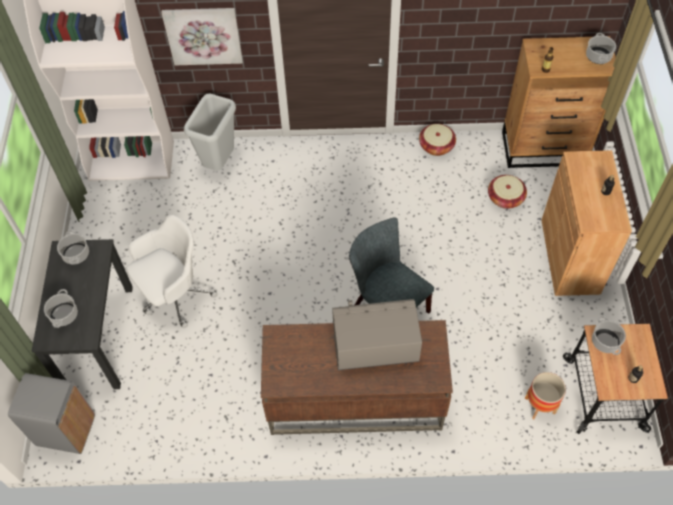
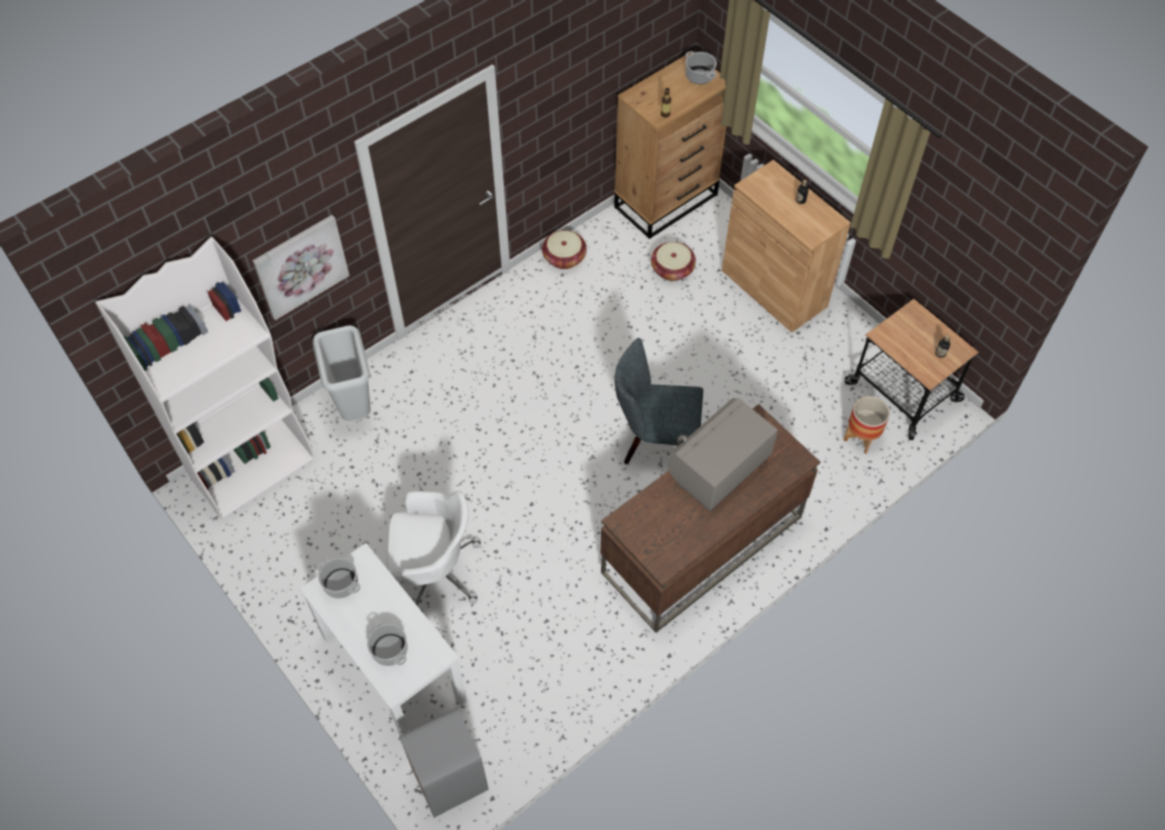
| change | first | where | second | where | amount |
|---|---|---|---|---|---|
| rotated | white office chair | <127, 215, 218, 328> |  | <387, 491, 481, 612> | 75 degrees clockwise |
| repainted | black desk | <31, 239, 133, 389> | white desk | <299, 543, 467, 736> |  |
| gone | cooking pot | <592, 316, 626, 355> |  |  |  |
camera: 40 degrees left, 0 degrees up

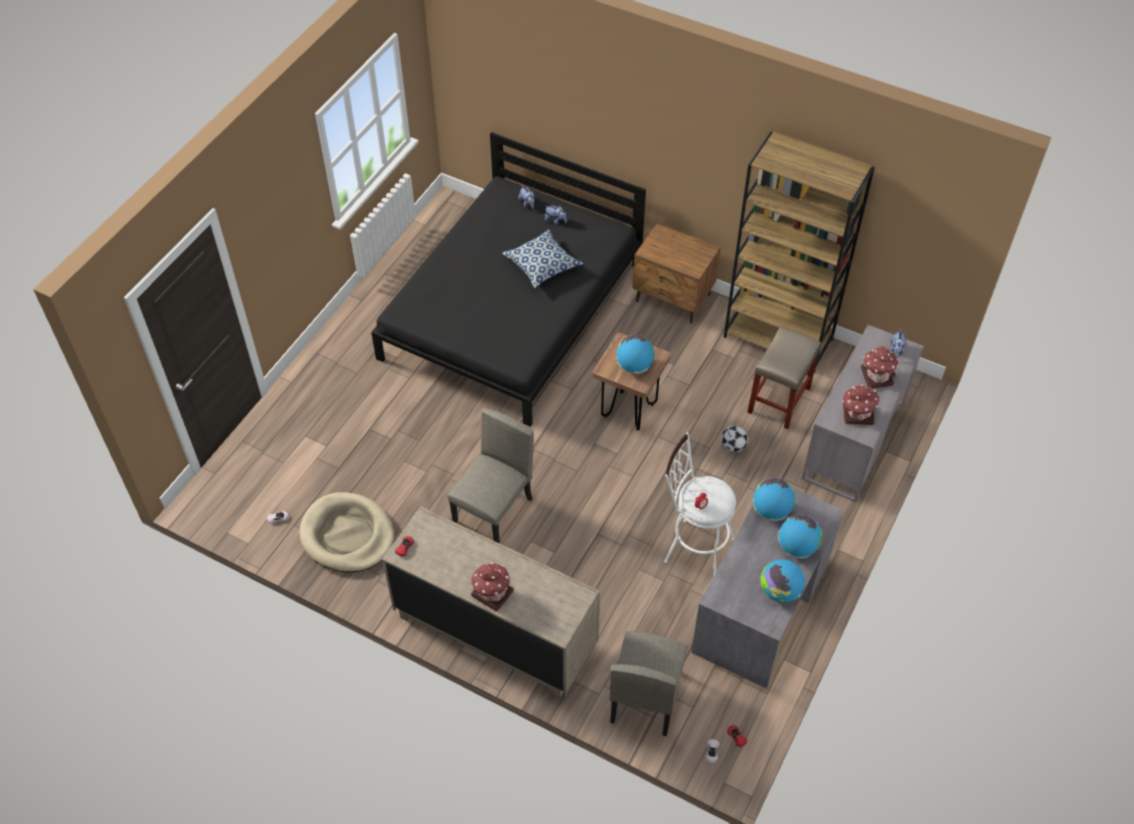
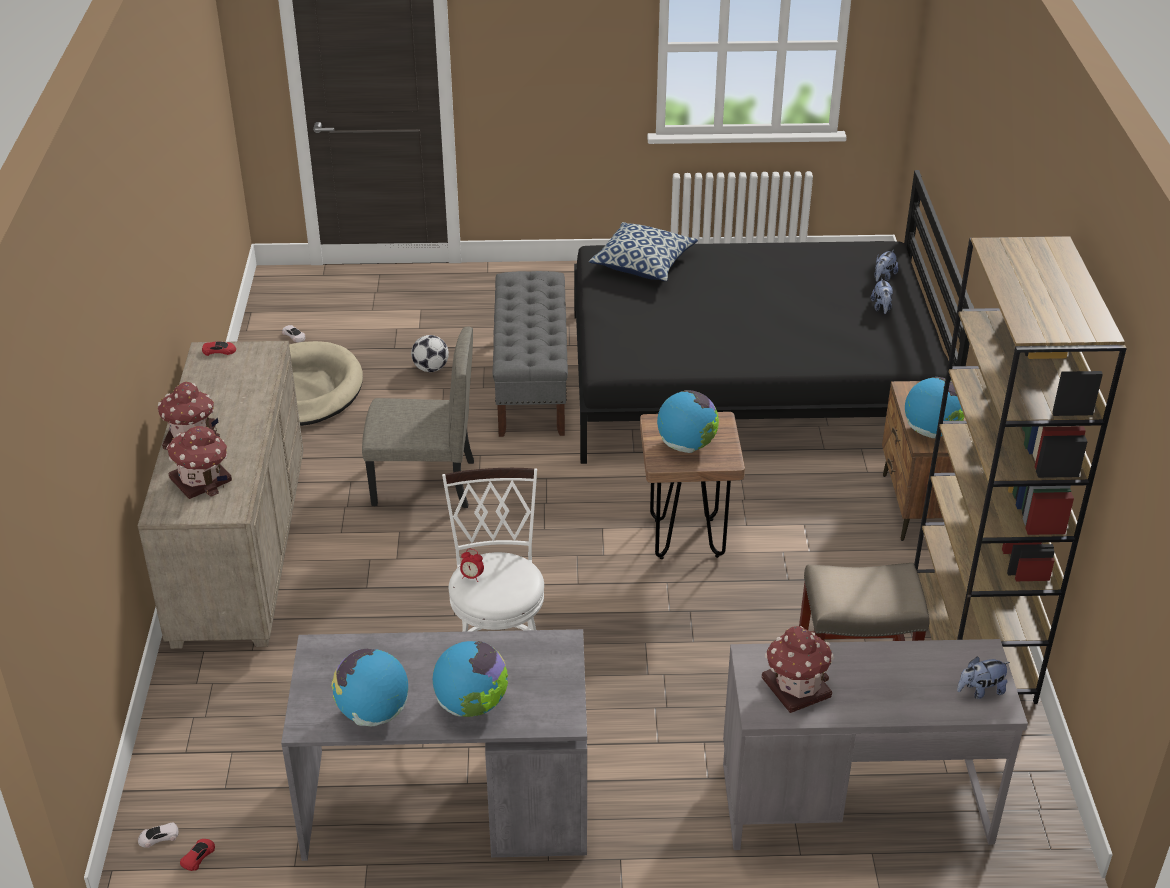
| change | first | where | second | where | amount |
|---|---|---|---|---|---|
| shifted | pillow | <502, 229, 583, 288> |  | <589, 222, 698, 281> |  |
| shifted | toy house | <861, 346, 899, 388> |  | <166, 426, 232, 499> |  |
| shifted | football | <721, 425, 748, 453> |  | <411, 335, 449, 372> |  |
| shifted | globe | <753, 478, 796, 521> |  | <905, 377, 965, 438> |  |
| gone | beige chair | <610, 631, 688, 736> |  |  |  |
| new |  |  | grey bench | <493, 271, 568, 437> |  |
camera: 60 degrees right, 15 degrees down

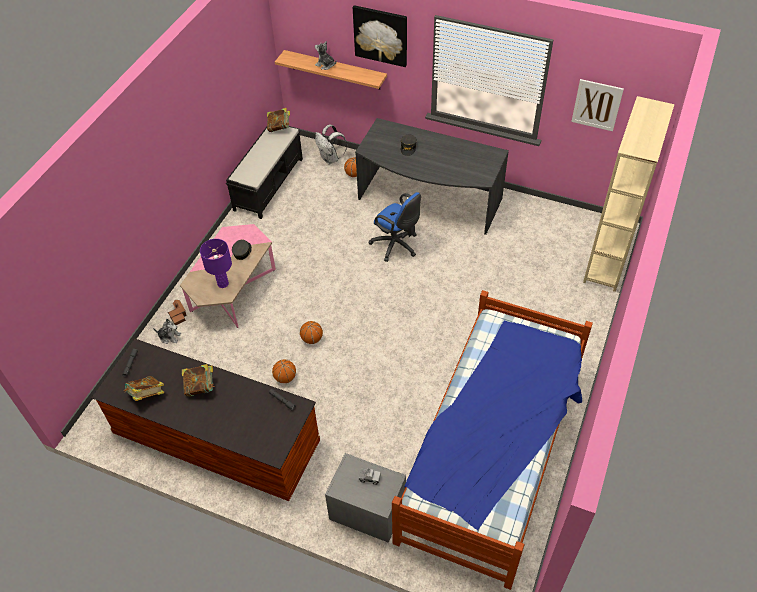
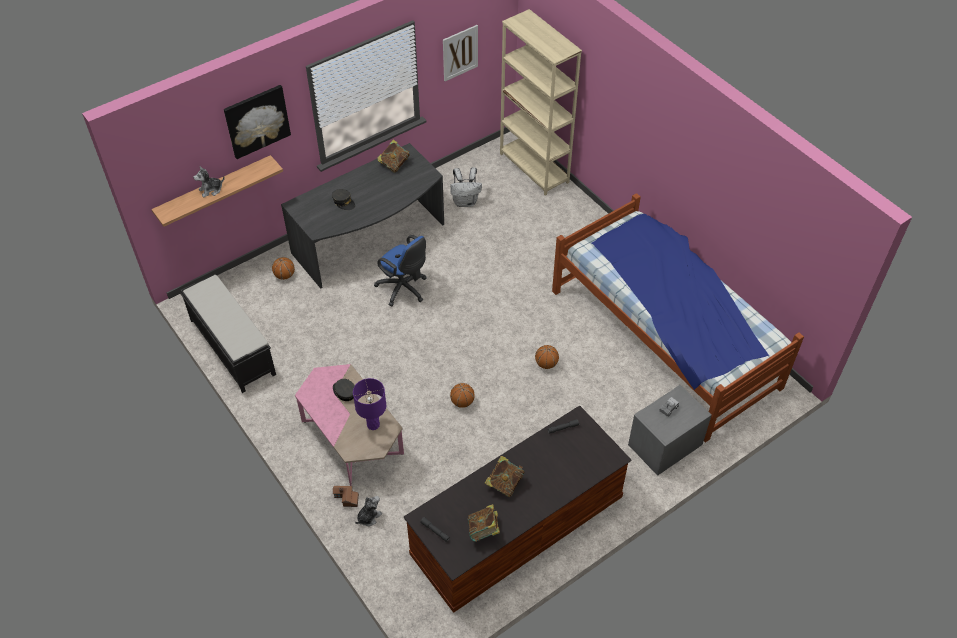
| change | first | where | second | where | amount |
|---|---|---|---|---|---|
| shifted | book | <267, 108, 290, 132> |  | <377, 139, 410, 173> |  |
| shifted | white backpack | <315, 124, 347, 165> |  | <450, 167, 482, 207> |  |
| rotated | blue office chair | <369, 192, 421, 262> |  | <374, 235, 427, 306> | 60 degrees clockwise |
| shifted | basketball | <272, 360, 296, 383> |  | <535, 345, 559, 369> |  |
camera: 60 degrees left, 0 degrees up

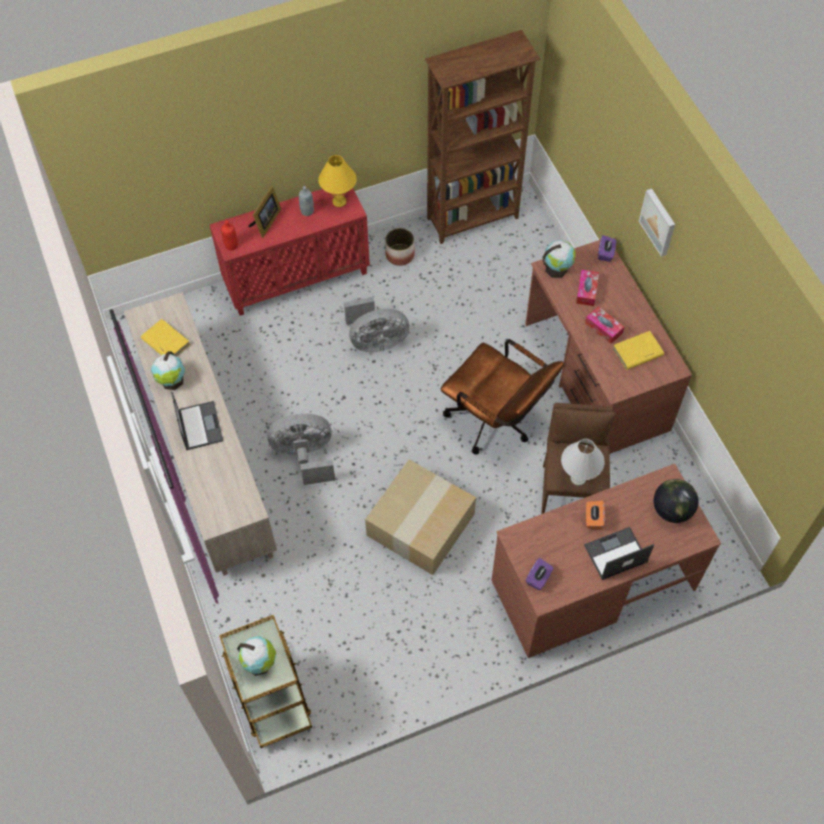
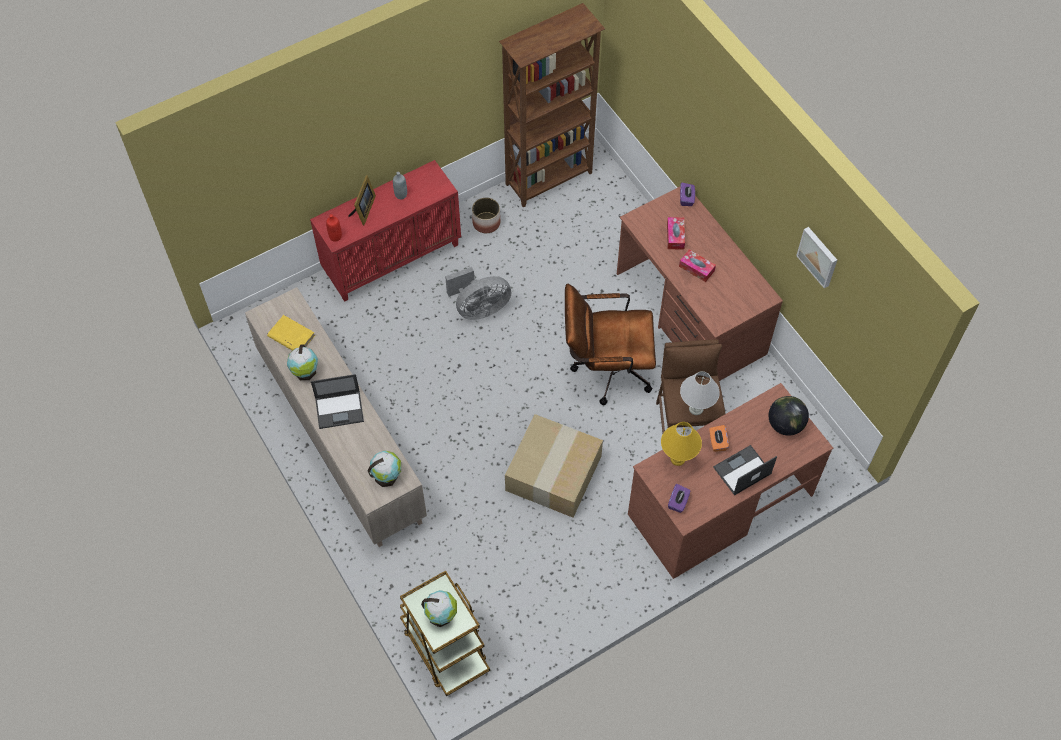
| change | first | where | second | where | amount |
|---|---|---|---|---|---|
| shifted | yellow table lamp | <318, 155, 357, 207> |  | <661, 422, 702, 466> |  |
| shifted | picture | <639, 188, 675, 257> |  | <796, 227, 837, 288> |  |
| shifted | globe | <543, 240, 576, 278> |  | <368, 451, 401, 487> |  |
| gone | yellow book | <612, 331, 664, 370> |  |  |  |
| rotated | brown office chair | <441, 339, 564, 454> |  | <565, 284, 656, 406> | 150 degrees clockwise |
| rotated | laptop | <171, 391, 223, 450> |  | <311, 374, 364, 429> | 105 degrees clockwise |
| gone | grey fan | <268, 414, 335, 485> |  |  |  |
camera: 10 degrees left, 0 degrees up

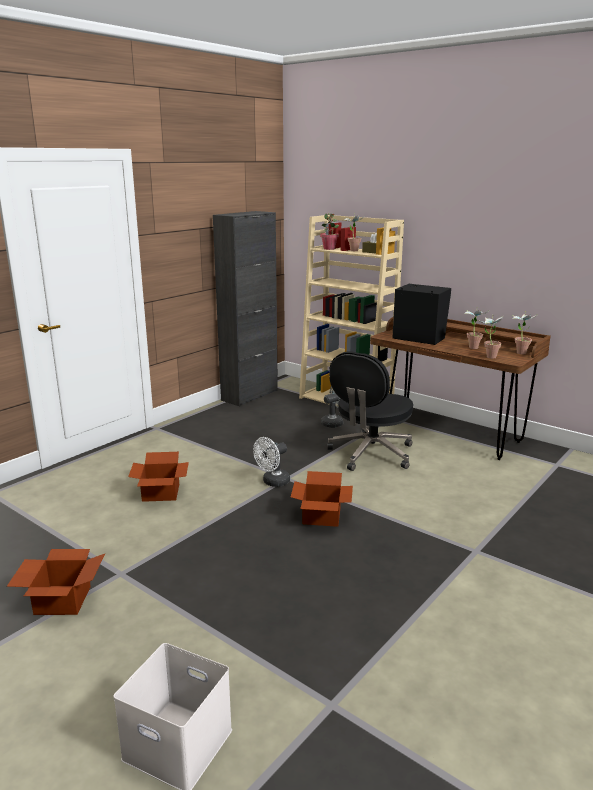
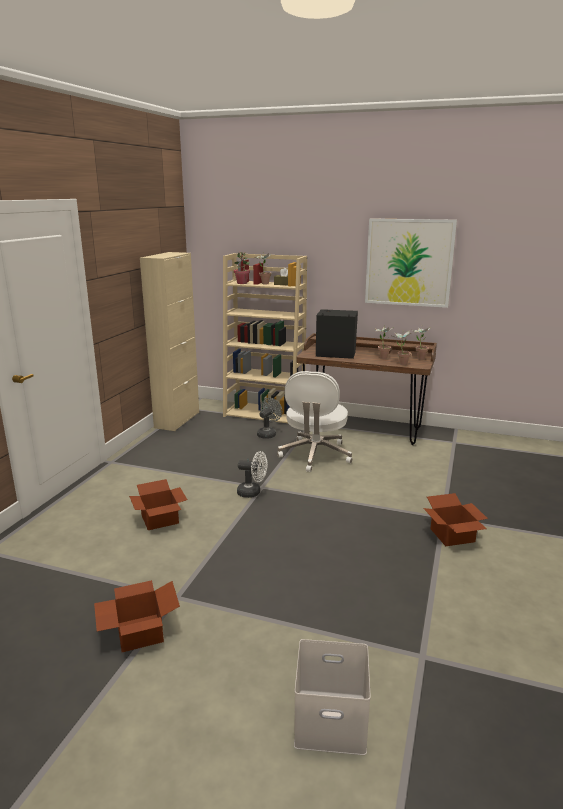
| change | first | where | second | where | amount |
|---|---|---|---|---|---|
| repainted | black cabinet | <213, 211, 278, 406> | beige cabinet | <140, 252, 199, 431> |  |
| repainted | black office chair | <327, 351, 413, 471> | white office chair | <277, 371, 353, 472> |  |
| rotated | white fan | <253, 437, 290, 487> |  | <237, 451, 268, 498> | 105 degrees counterclockwise |
| shifted | cardboard box | <291, 471, 353, 527> |  | <423, 493, 488, 546> |  |
| new |  |  | picture | <365, 218, 457, 308> |  |
camera: 20 degrees left, 0 degrees up

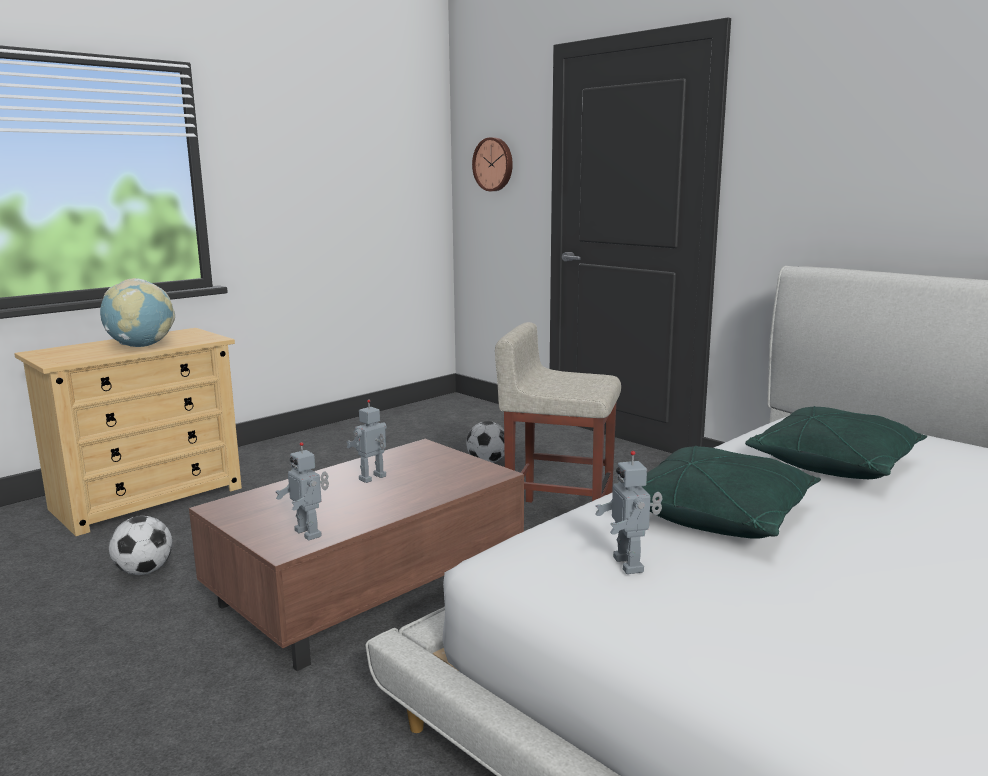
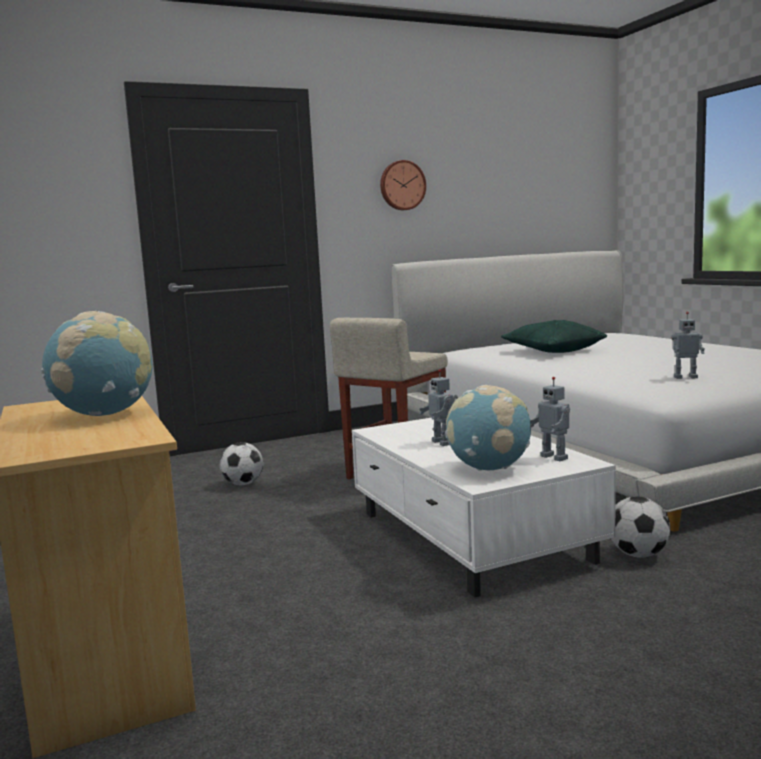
| change | first | where | second | where | amount |
|---|---|---|---|---|---|
| shifted | wall clock | <472, 137, 513, 191> |  | <380, 160, 426, 210> |  |
| repainted | brown coffee table | <189, 439, 524, 671> | white coffee table | <352, 418, 616, 597> |  |
| rotated | toy robot | <276, 442, 329, 540> |  | <530, 377, 570, 461> | 75 degrees clockwise |
| gone | green pillow | <641, 446, 821, 539> |  |  |  |
| shifted | football | <109, 516, 172, 575> |  | <610, 497, 671, 558> |  |
| new |  |  | globe | <445, 385, 531, 471> |  |
camera: 70 degrees left, 5 degrees down

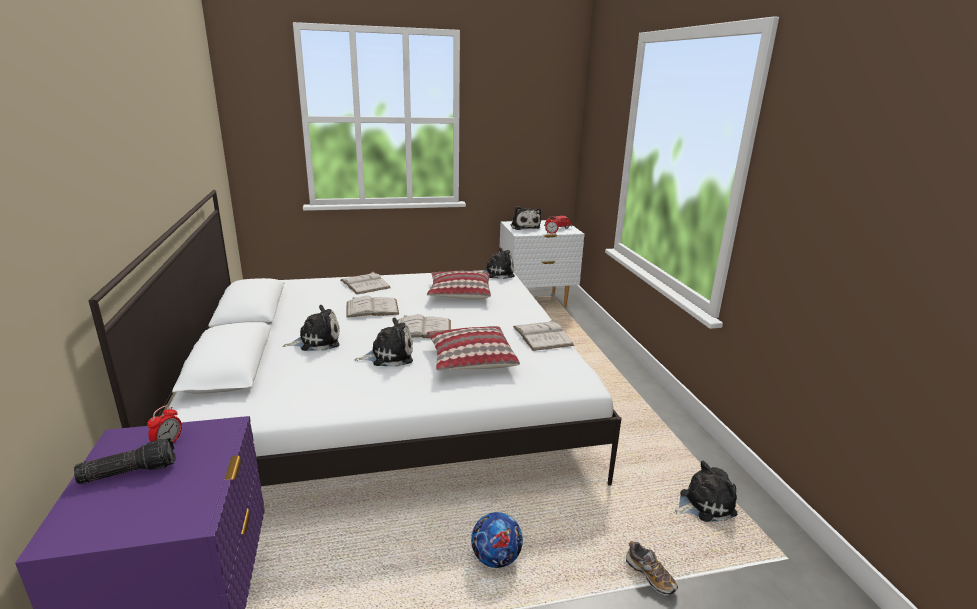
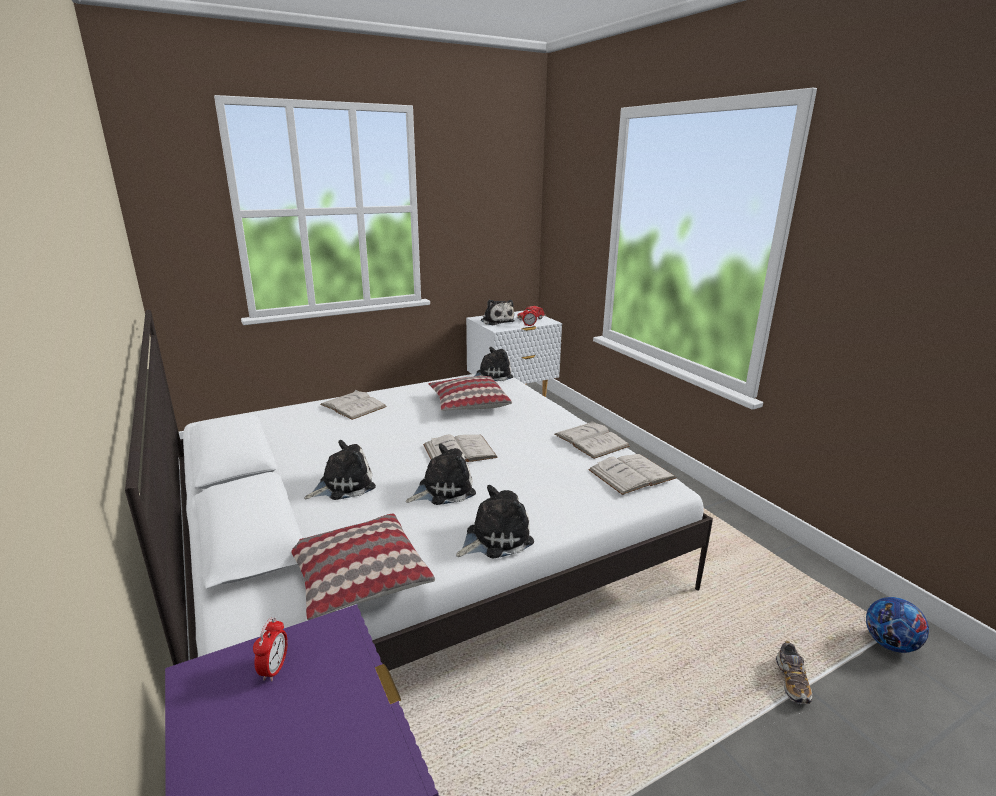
| change | first | where | second | where | amount |
|---|---|---|---|---|---|
| shifted | white book | <346, 296, 399, 317> |  | <588, 454, 676, 495> |  |
| shifted | pillow | <427, 326, 520, 371> |  | <292, 514, 435, 620> |  |
| gone | flashlight | <74, 438, 176, 484> |  |  |  |
| shifted | plush toy | <675, 461, 737, 522> |  | <456, 485, 534, 559> |  |
| shifted | football | <471, 512, 523, 568> |  | <866, 597, 929, 653> |  |
| rotated | shoe | <626, 541, 678, 596> |  | <776, 641, 812, 704> | 60 degrees clockwise |
camera: 15 degrees left, 0 degrees up

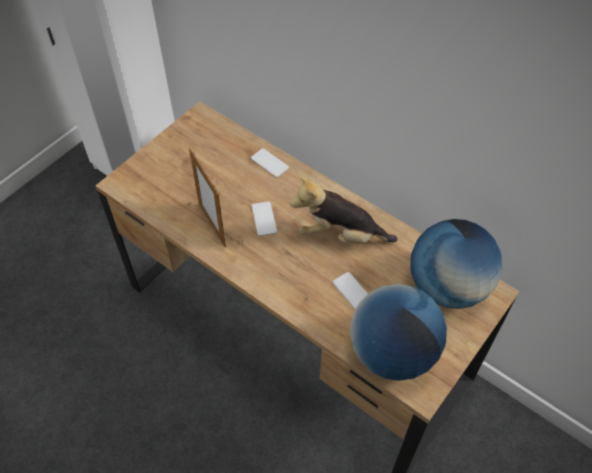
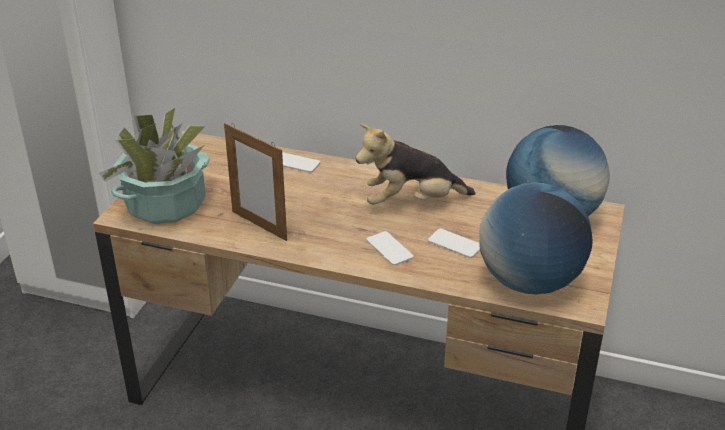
| change | first | where | second | where | amount |
|---|---|---|---|---|---|
| shifted | phone | <252, 202, 277, 236> |  | <366, 231, 414, 265> |  |
| new |  |  | potted plant | <99, 106, 210, 224> |  |
camera: 20 degrees left, 20 degrees down

